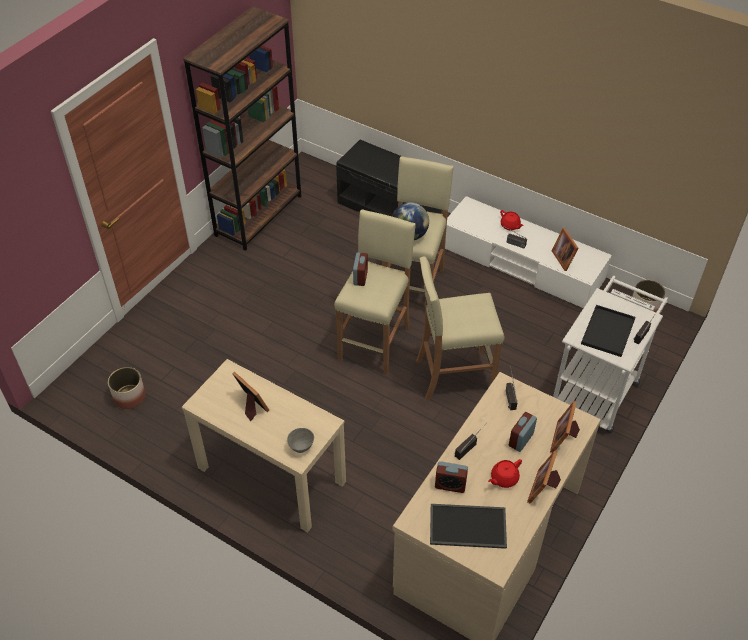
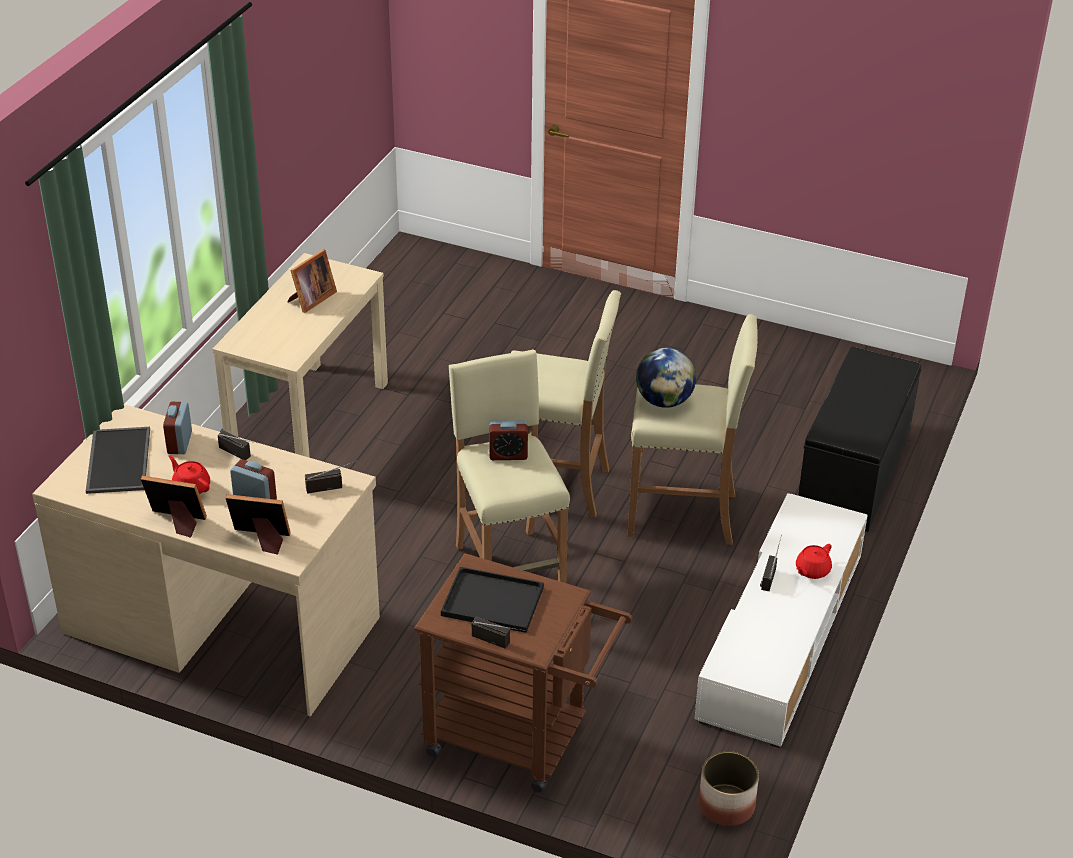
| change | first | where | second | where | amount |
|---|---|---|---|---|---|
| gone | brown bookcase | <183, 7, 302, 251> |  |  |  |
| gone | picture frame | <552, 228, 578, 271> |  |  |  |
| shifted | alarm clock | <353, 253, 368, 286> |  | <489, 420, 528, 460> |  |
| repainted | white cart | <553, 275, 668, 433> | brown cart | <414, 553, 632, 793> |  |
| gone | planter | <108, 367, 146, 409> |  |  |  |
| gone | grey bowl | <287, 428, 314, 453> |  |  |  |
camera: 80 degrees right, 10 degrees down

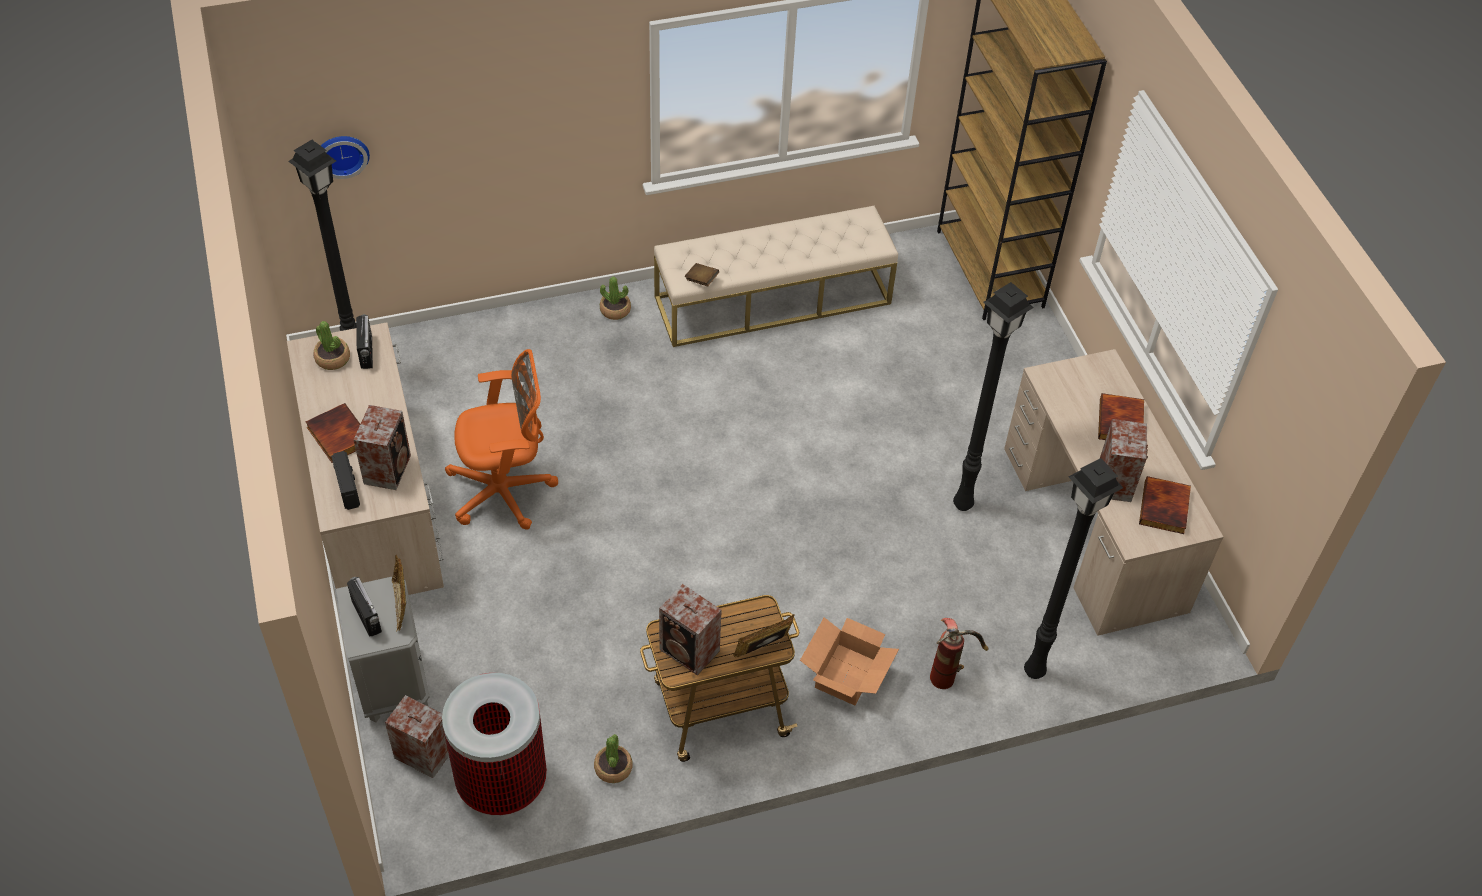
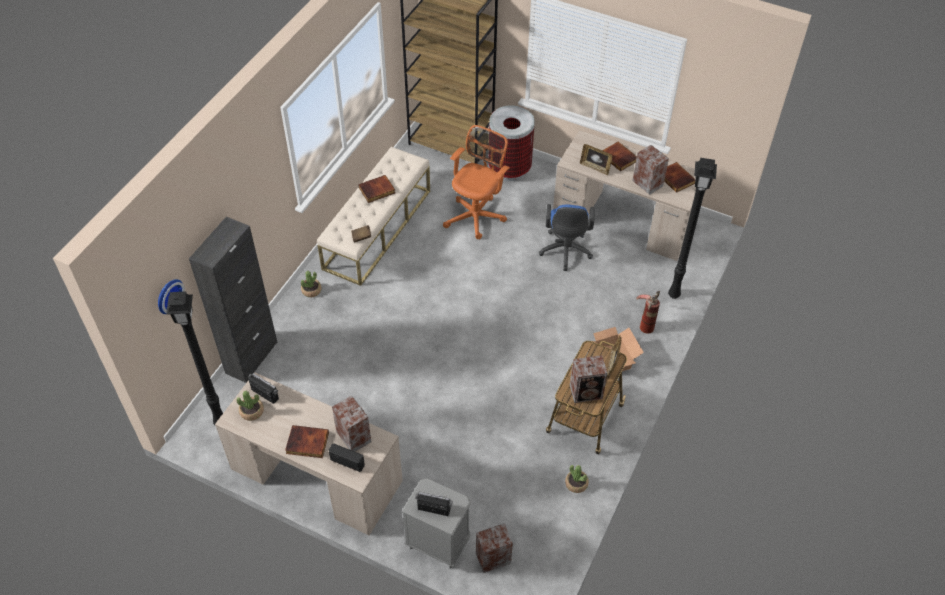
| change | first | where | second | where | amount |
|---|---|---|---|---|---|
| swapped | black floor lamp | <953, 282, 1034, 511> | blue office chair | <539, 204, 594, 271> |  |
| shifted | orange office chair | <445, 349, 558, 530> |  | <443, 125, 510, 239> |  |
| shifted | picture frame | <392, 555, 406, 632> |  | <580, 144, 612, 176> |  |
| shifted | trash can | <442, 673, 547, 815> |  | <489, 105, 535, 181> |  |
| new |  |  | book | <358, 175, 395, 203> |  |
| new |  |  | black cabinet | <189, 217, 278, 383> |  |
camera: 45 degrees left, 0 degrees up

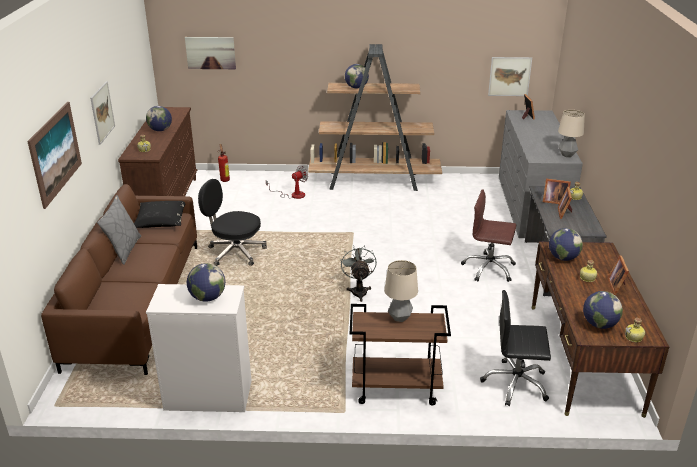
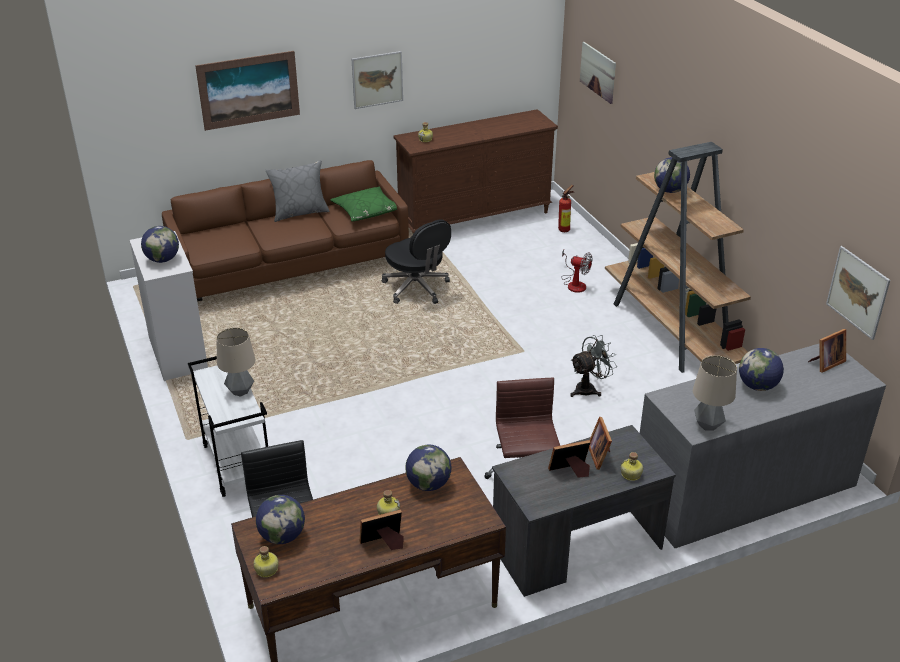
| change | first | where | second | where | amount |
|---|---|---|---|---|---|
| shifted | globe | <146, 106, 172, 131> |  | <739, 348, 784, 391> |  |
| rotated | black office chair | <198, 179, 267, 266> |  | <382, 220, 451, 304> | 150 degrees clockwise |
| repainted | black pillow | <134, 201, 185, 228> | green pillow | <330, 187, 397, 222> |  |
| shifted | grey fan | <341, 245, 377, 302> |  | <570, 335, 617, 397> |  |
| repainted | brown cart | <350, 304, 451, 406> | white cart | <188, 356, 268, 497> |  |
camera: 65 degrees right, 5 degrees up

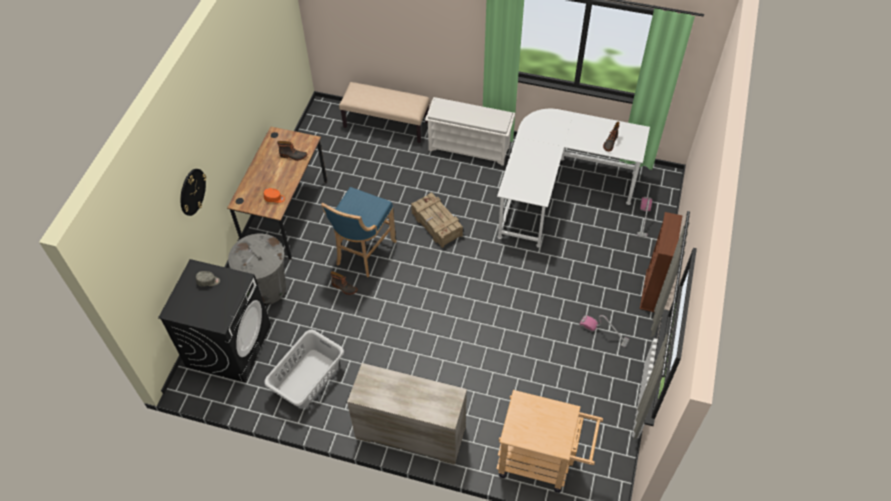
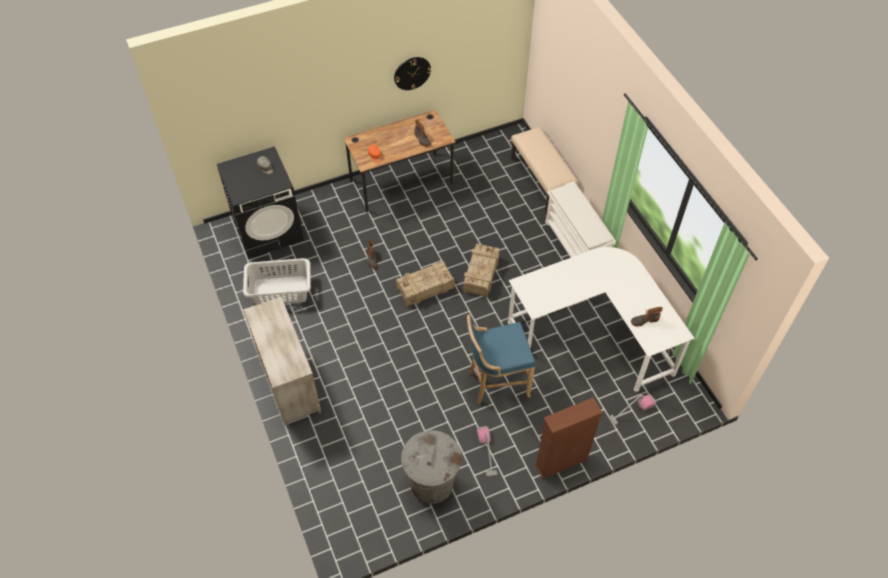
| change | first | where | second | where | amount |
|---|---|---|---|---|---|
| shifted | wall clock | <180, 169, 206, 216> |  | <394, 57, 431, 90> |  |
| shifted | blue stool | <321, 187, 397, 277> |  | <467, 314, 535, 404> |  |
| shifted | grey trash can | <228, 234, 286, 305> |  | <401, 430, 462, 504> |  |
| gone | beige cart | <496, 390, 603, 493> |  |  |  |
| new |  |  | crate | <396, 261, 454, 307> |  |
camera: 50 degrees right, 0 degrees up

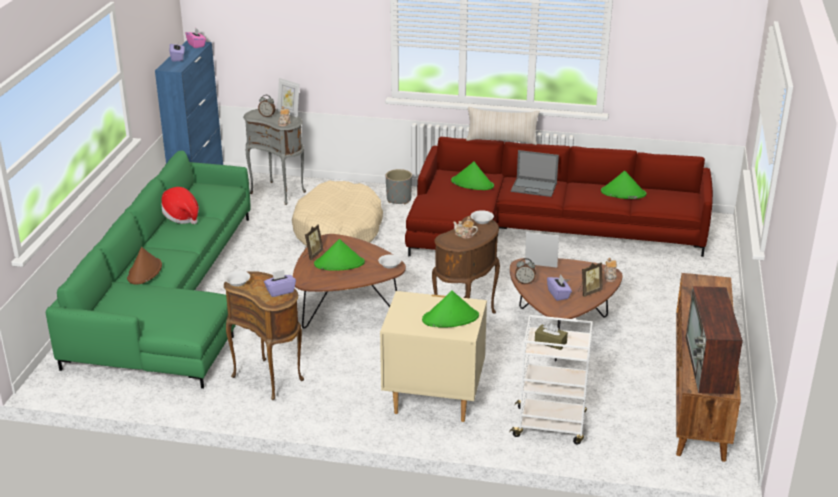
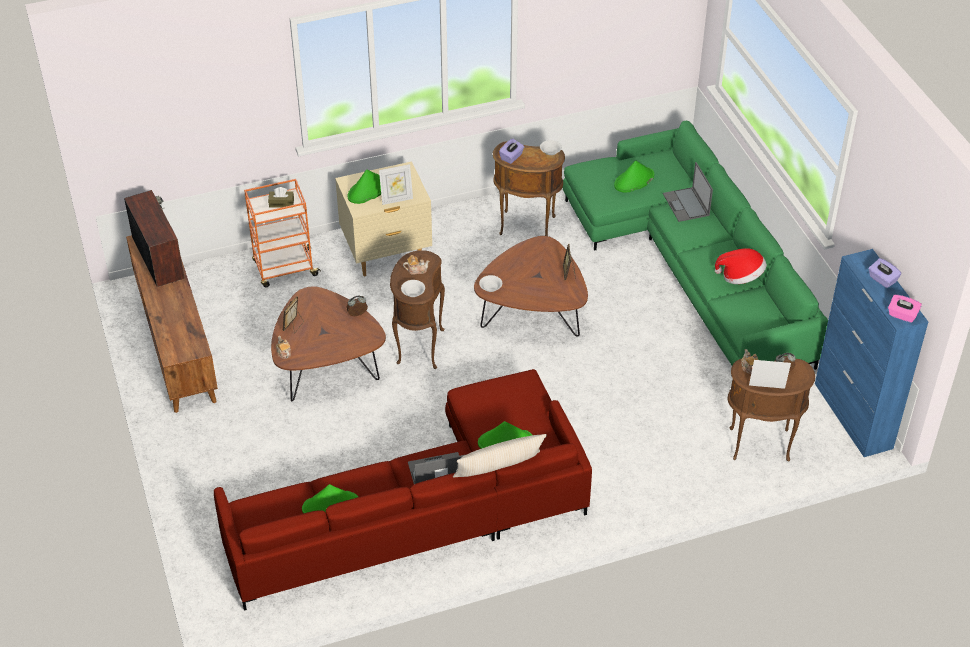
| change | first | where | second | where | amount |
|---|---|---|---|---|---|
| repainted | grey side table | <243, 109, 306, 205> | brown side table | <727, 359, 815, 461> |  |
| gone | grey planter | <386, 169, 412, 204> |  |  |  |
| gone | beige dog bed | <292, 180, 383, 246> |  |  |  |
| shifted | picture frame | <525, 232, 559, 268> |  | <379, 164, 413, 205> |  |
| shifted | green hat | <314, 239, 365, 271> |  | <614, 161, 654, 192> |  |
| swapped | brown hat | <127, 247, 162, 285> | laptop | <663, 162, 713, 222> |  |
| gone | purple tissue box | <547, 274, 572, 301> |  |  |  |
| repainted | white cart | <509, 315, 593, 444> | orange cart | <244, 179, 321, 287> |  |
camera: 150 degrees right, 15 degrees up

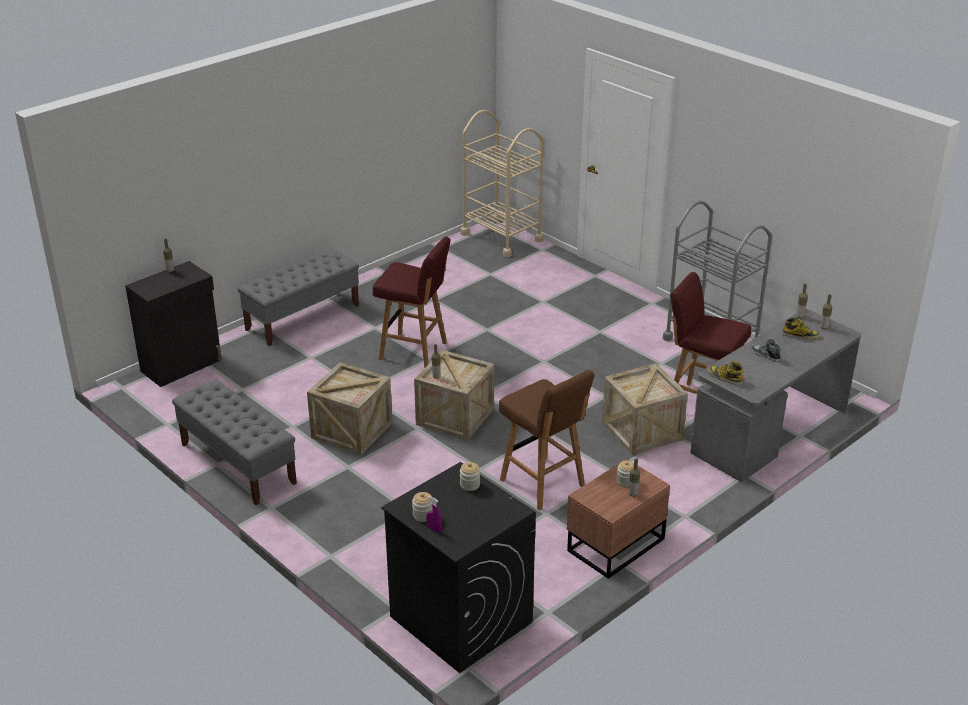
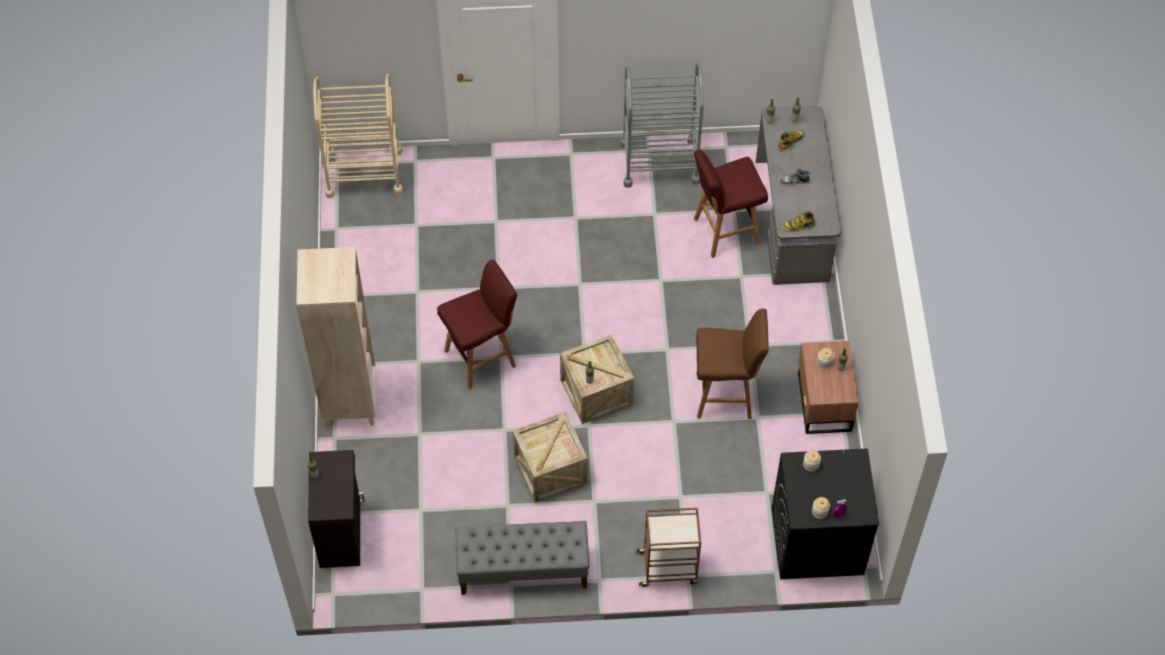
| change | first | where | second | where | amount |
|---|---|---|---|---|---|
| swapped | grey bench | <238, 249, 359, 346> | beige bookcase | <296, 247, 376, 428> |  |
| gone | crate | <602, 363, 688, 455> |  |  |  |
| new |  |  | brown cart | <636, 508, 701, 587> |  |
camera: 50 degrees left, 25 degrees up

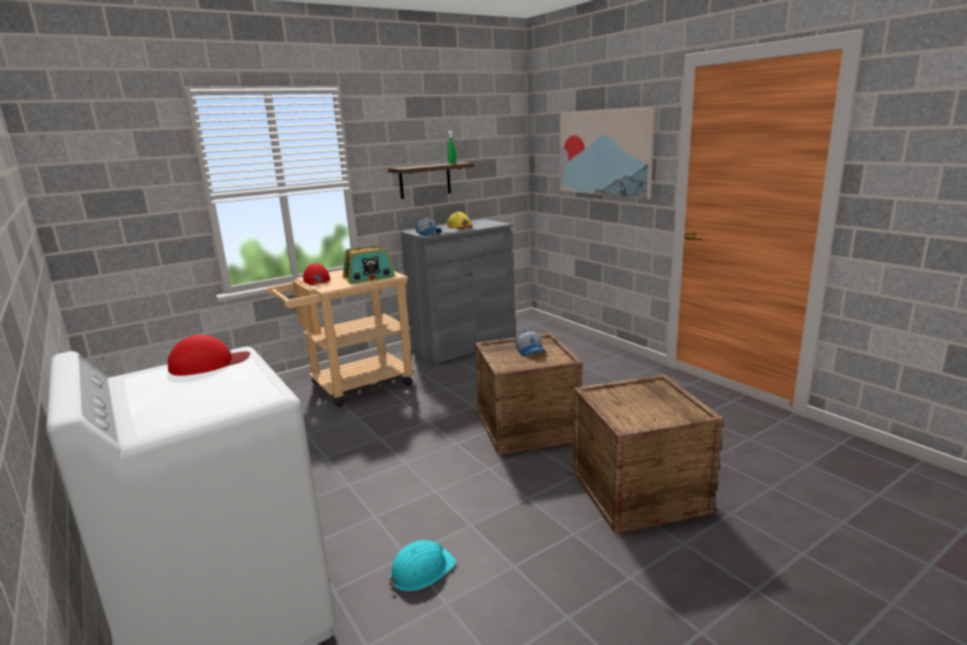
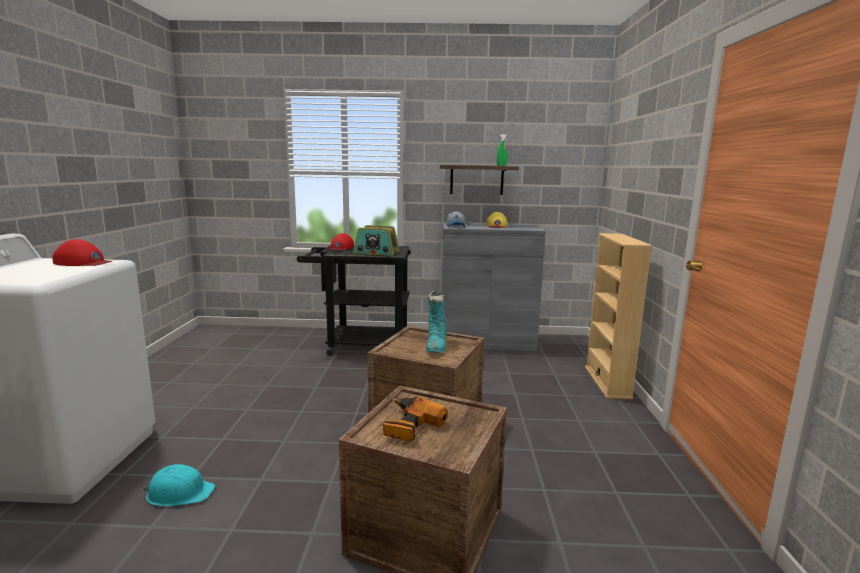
| change | first | where | second | where | amount |
|---|---|---|---|---|---|
| gone | picture | <560, 108, 655, 199> |  |  |  |
| repainted | beige cart | <267, 270, 414, 407> | black cart | <297, 245, 411, 356> |  |
| swapped | cap | <516, 330, 546, 356> | turquoise boot | <426, 291, 447, 353> |  |
| new |  |  | beige bookcase | <585, 233, 652, 399> |  |
| new |  |  | power drill | <383, 396, 448, 442> |  |
camera: 35 degrees right, 5 degrees down

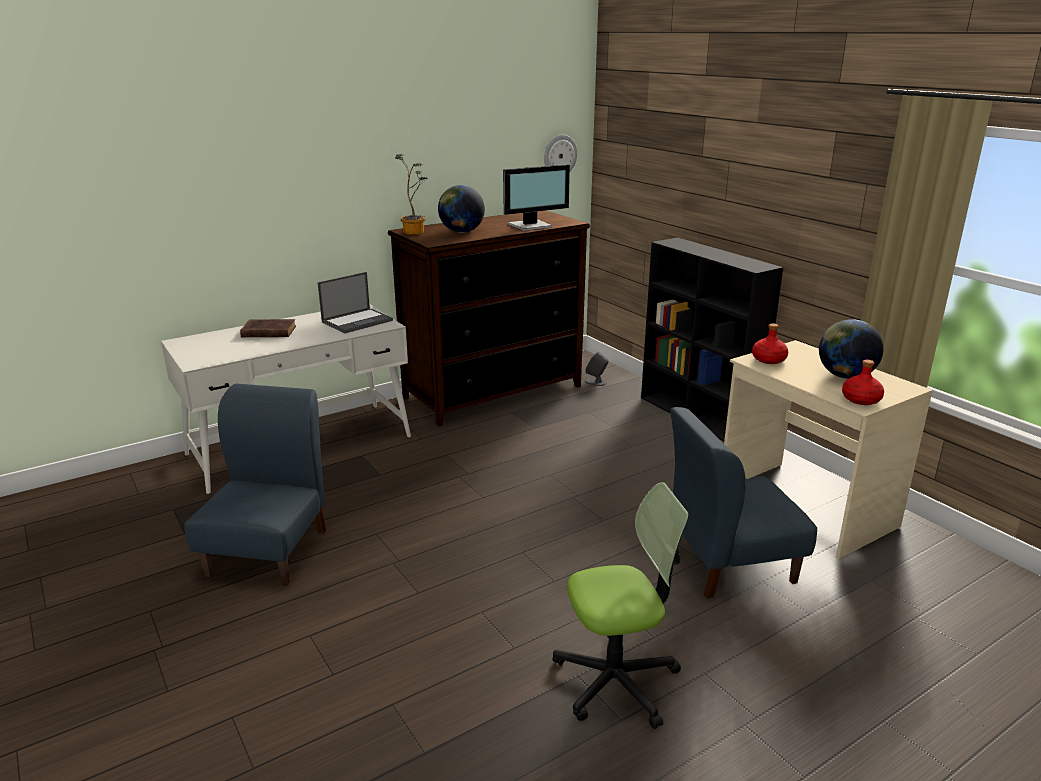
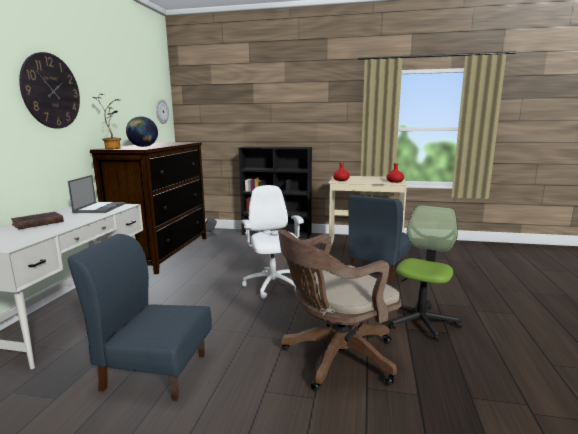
| change | first | where | second | where | amount |
|---|---|---|---|---|---|
| gone | monitor | <503, 164, 570, 231> |  |  |  |
| gone | globe | <819, 319, 884, 379> |  |  |  |
| rotated | blue chair | <184, 384, 326, 586> |  | <68, 234, 212, 401> | 45 degrees counterclockwise |
| new |  |  | wall clock | <19, 52, 80, 129> |  |
| new |  |  | white office chair | <241, 185, 304, 299> |  |
| new |  |  | brown office chair | <278, 229, 402, 391> |  |
camera: 45 degrees left, 10 degrees down

